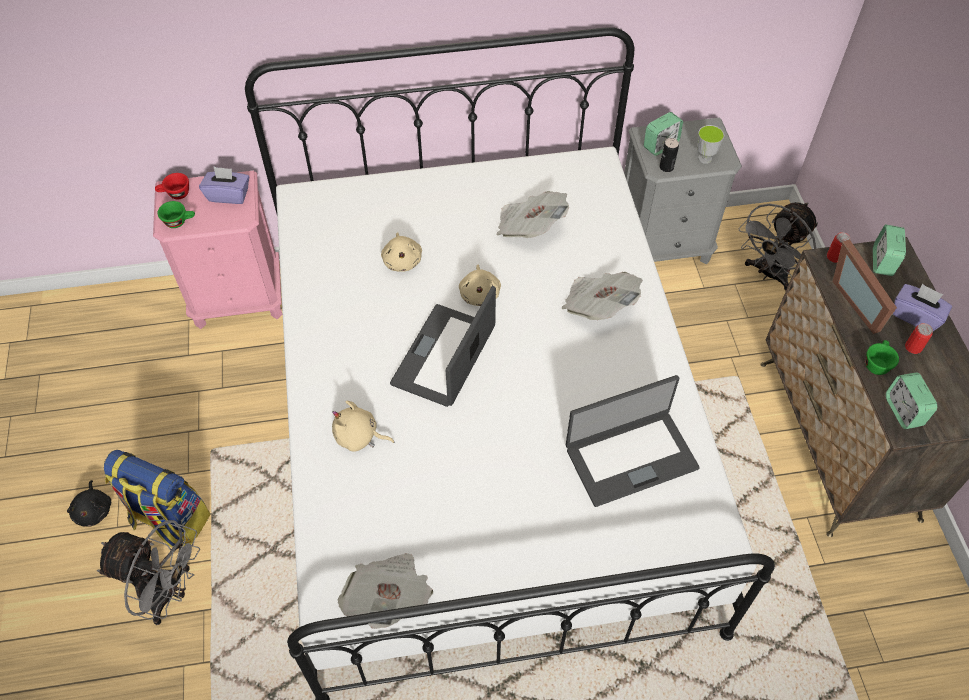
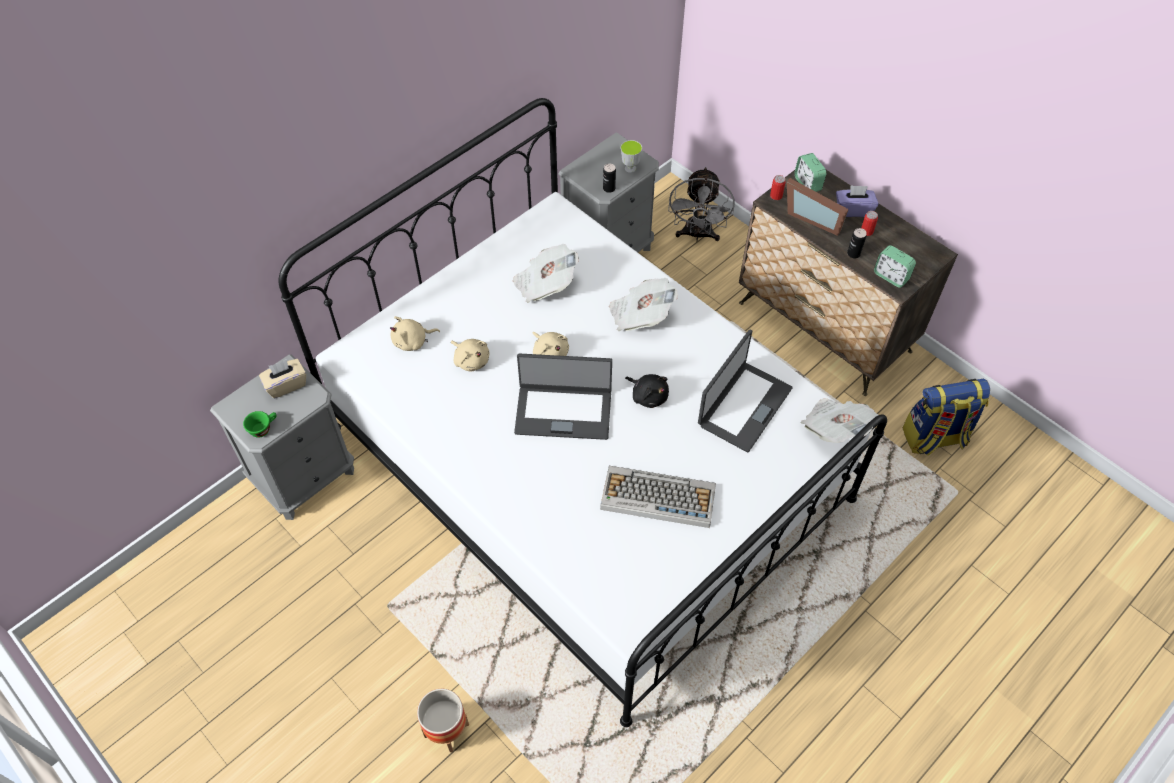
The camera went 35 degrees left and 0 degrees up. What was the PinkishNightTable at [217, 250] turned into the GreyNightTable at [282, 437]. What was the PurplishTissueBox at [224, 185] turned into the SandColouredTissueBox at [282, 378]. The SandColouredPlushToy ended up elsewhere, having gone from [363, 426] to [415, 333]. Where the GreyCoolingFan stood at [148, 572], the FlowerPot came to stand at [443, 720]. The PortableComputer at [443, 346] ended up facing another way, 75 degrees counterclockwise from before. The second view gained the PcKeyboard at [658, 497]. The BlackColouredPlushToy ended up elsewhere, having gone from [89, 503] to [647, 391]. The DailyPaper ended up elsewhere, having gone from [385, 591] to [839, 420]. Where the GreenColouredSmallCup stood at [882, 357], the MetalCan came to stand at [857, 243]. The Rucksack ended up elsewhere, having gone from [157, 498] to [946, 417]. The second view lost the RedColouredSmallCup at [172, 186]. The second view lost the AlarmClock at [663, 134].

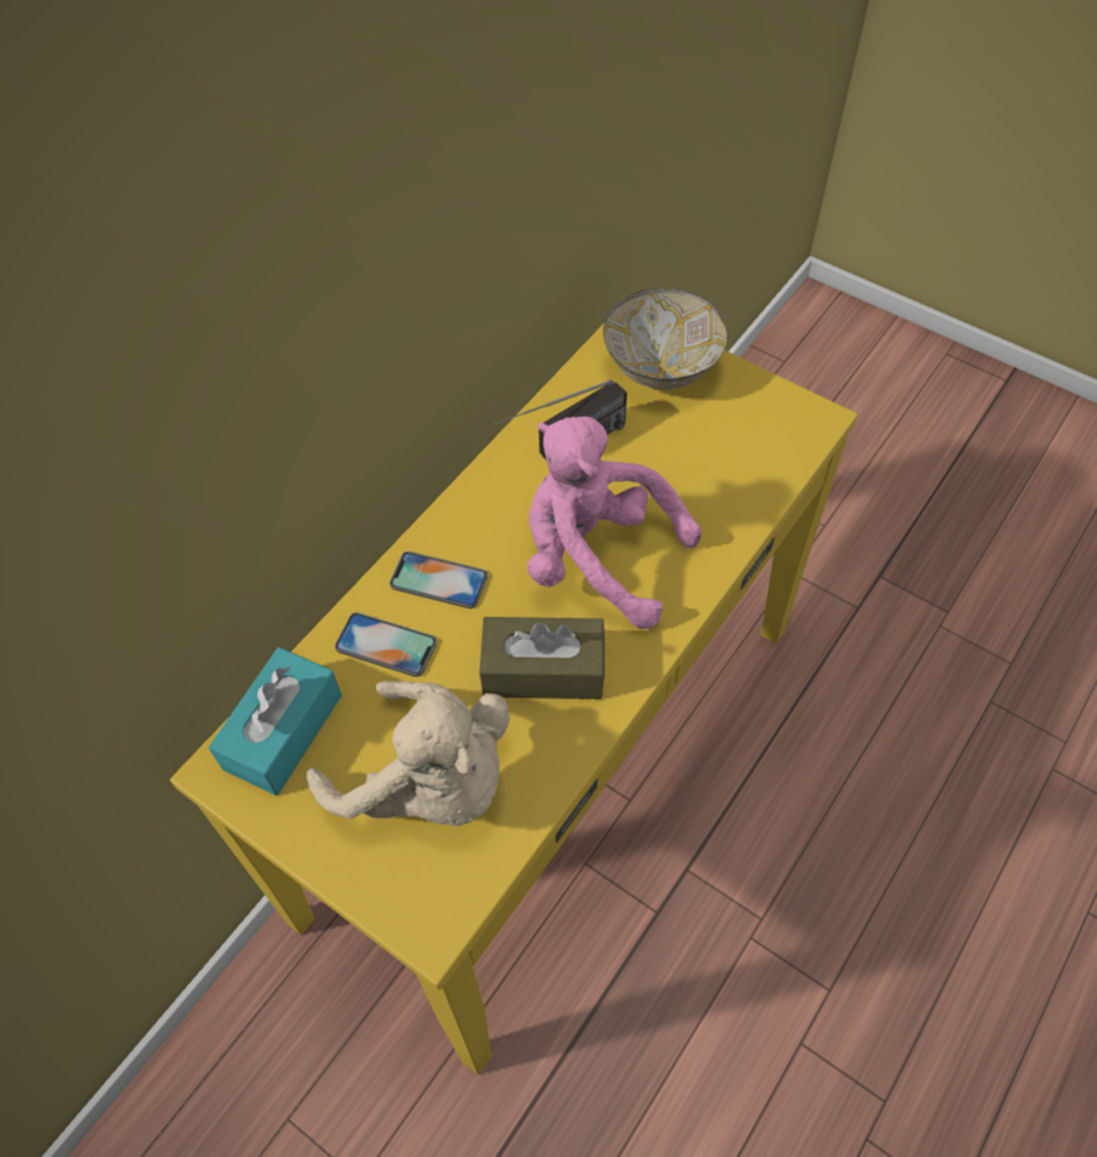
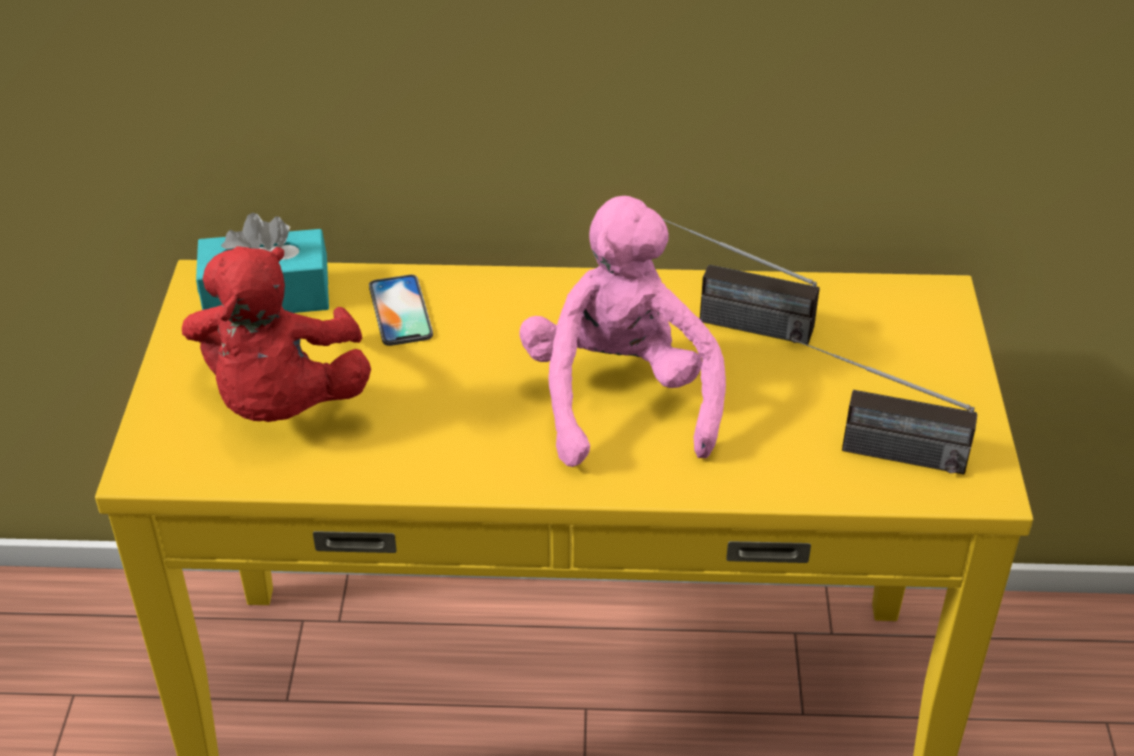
The camera went 55 degrees right and 15 degrees down. What was the SandColouredPlushToy at [408, 753] turned into the RedColouredPlushToy at [276, 334]. The second view gained the RadioSet at [884, 406]. The second view lost the Phone at [439, 580]. The second view lost the BrownColouredTissueBox at [542, 658]. The second view lost the DeepDish at [665, 339].

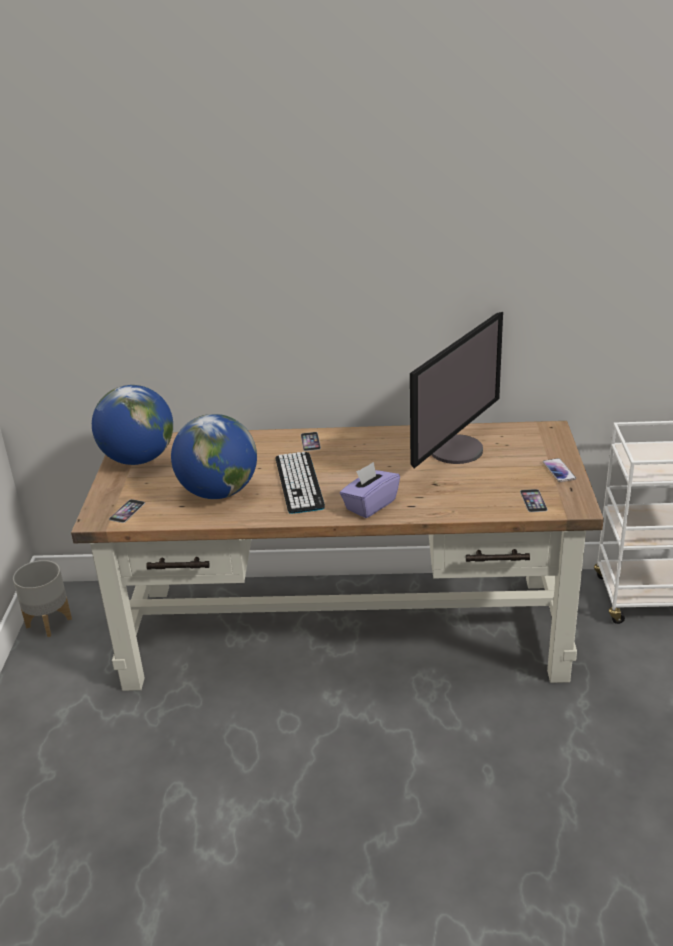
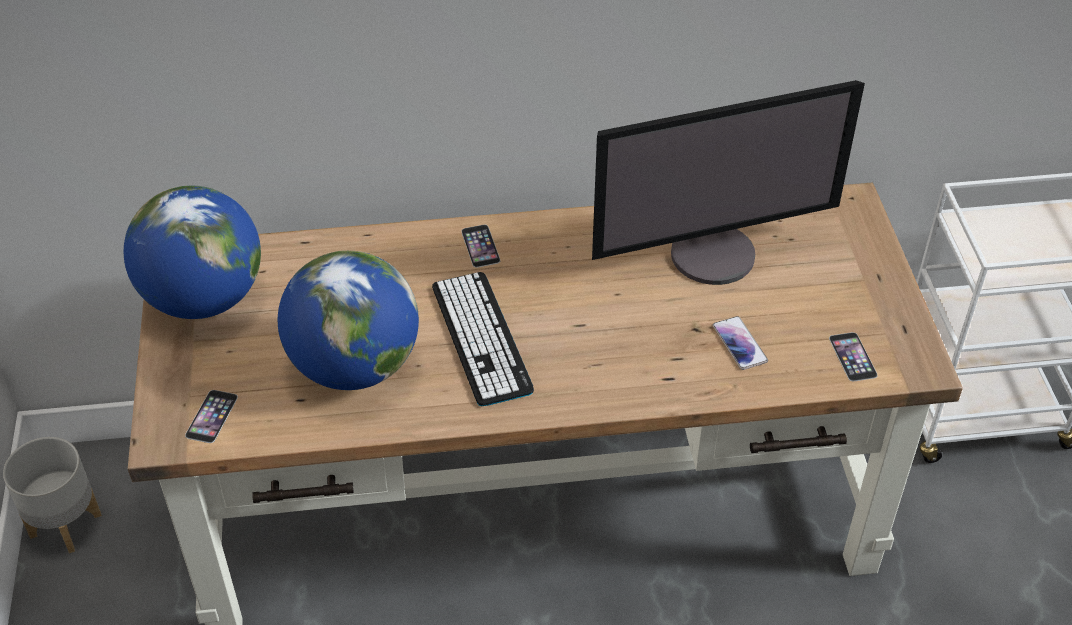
The camera went 10 degrees left and 15 degrees up. The ComputerScreen at [456, 390] ended up facing another way, 45 degrees clockwise from before. The Phone ended up elsewhere, having gone from [559, 470] to [740, 343]. The second view lost the PurplishTissueBox at [370, 490].

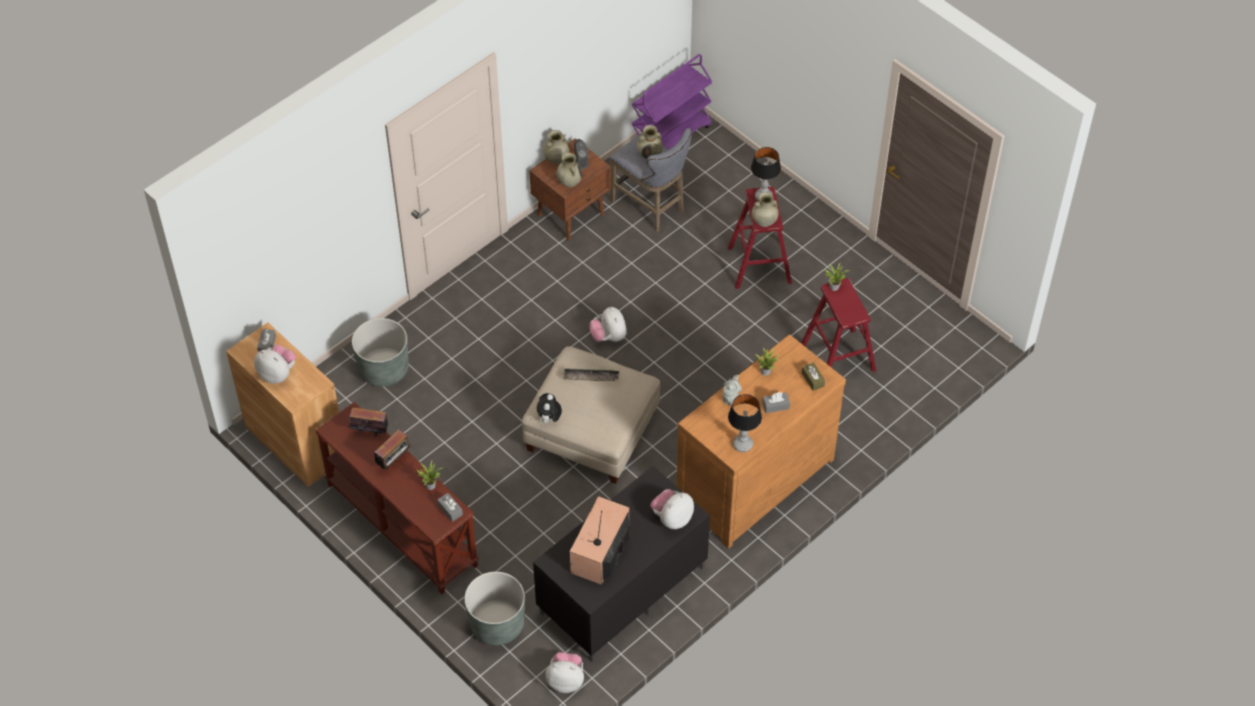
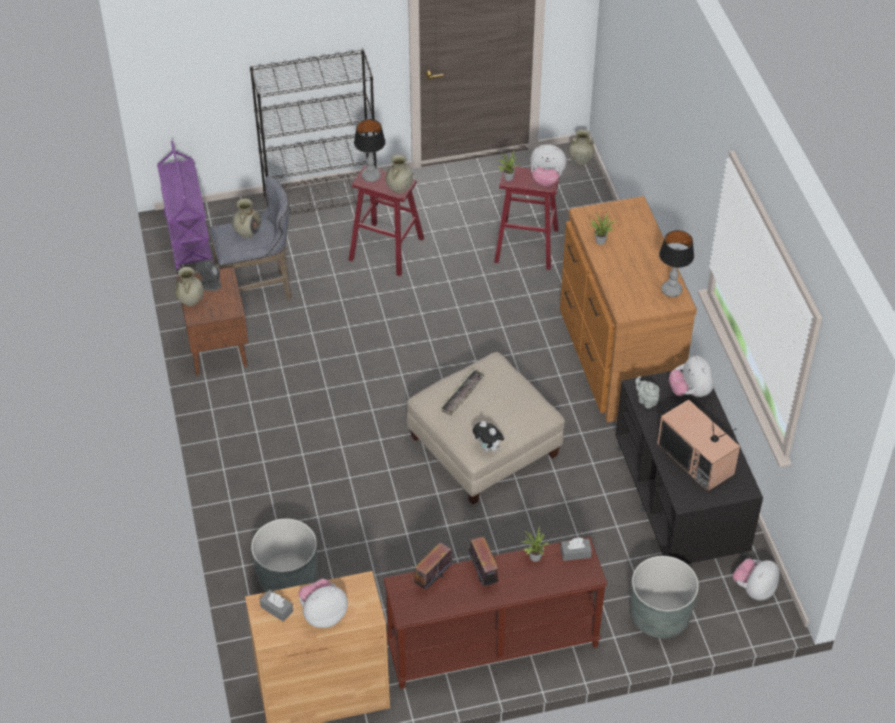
The camera went 60 degrees left and 5 degrees down. The second view gained the BlackColouredBookshelf at [314, 132]. The PlushToy ended up elsewhere, having gone from [608, 324] to [548, 165]. The SandColouredDecorativeVase ended up elsewhere, having gone from [569, 170] to [582, 147]. The GreyTeaPot ended up elsewhere, having gone from [732, 390] to [647, 392]. The second view lost the GreyTissueBox at [776, 402]. The second view lost the BrownColouredTissueBox at [813, 377].

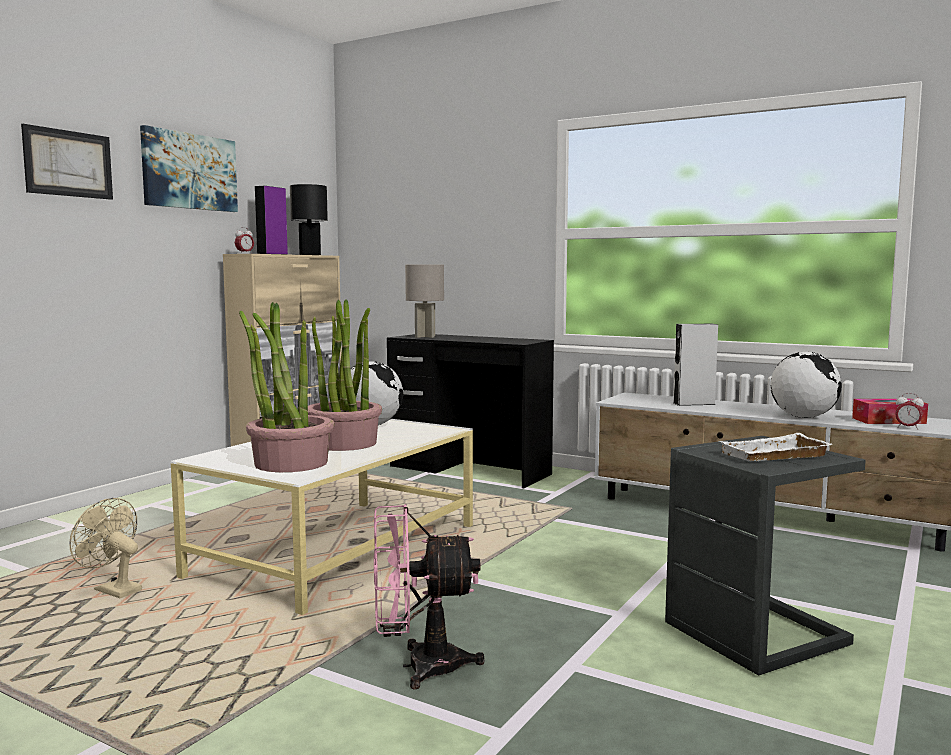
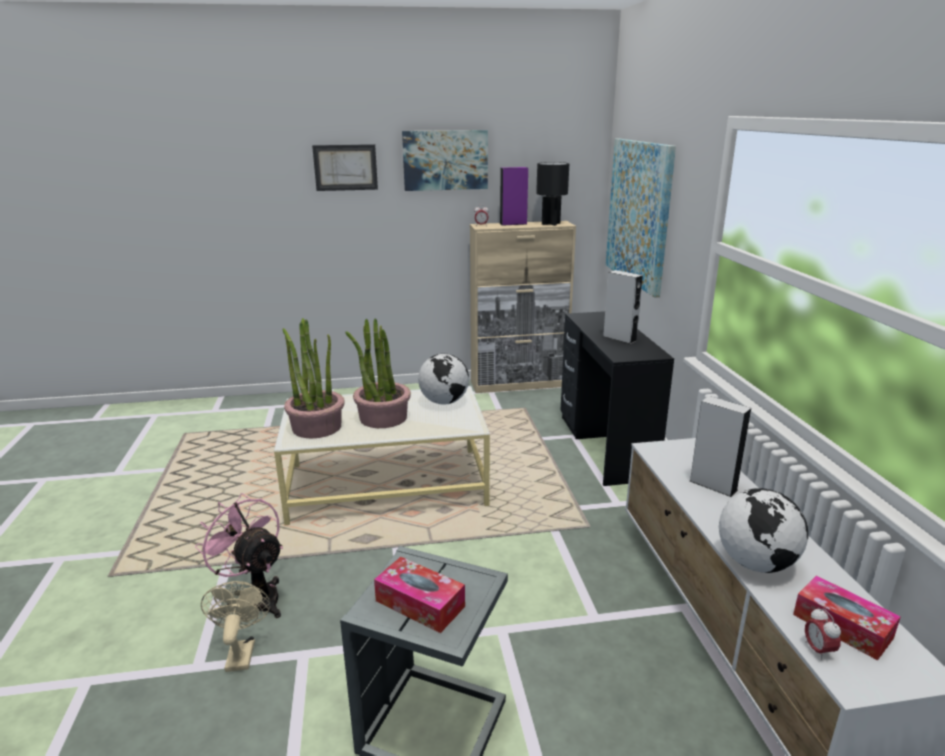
The camera went 50 degrees right and 15 degrees up. The SandColouredCoolingFan ended up elsewhere, having gone from [105, 548] to [235, 626]. Where the WhitishServingTray stood at [775, 447], the TissueBox came to stand at [419, 595]. The second view gained the GreyAudioSpeaker at [623, 307]. The second view gained the Picture at [641, 218]. The second view lost the GreyLampForATable at [424, 301].

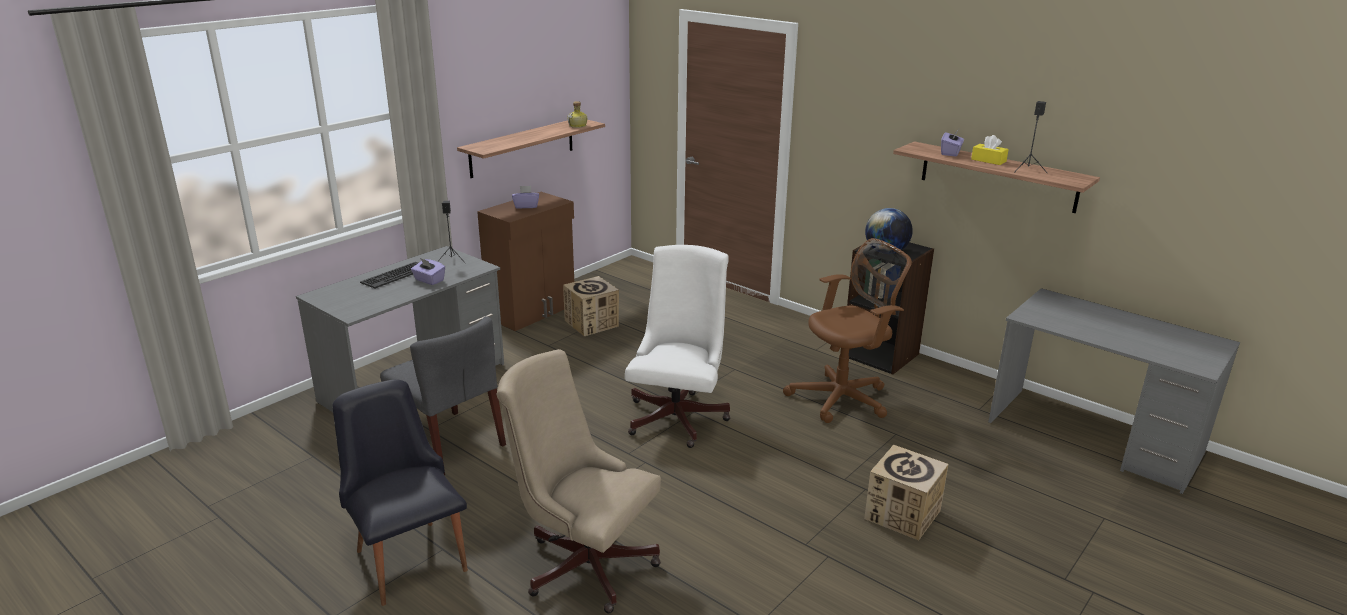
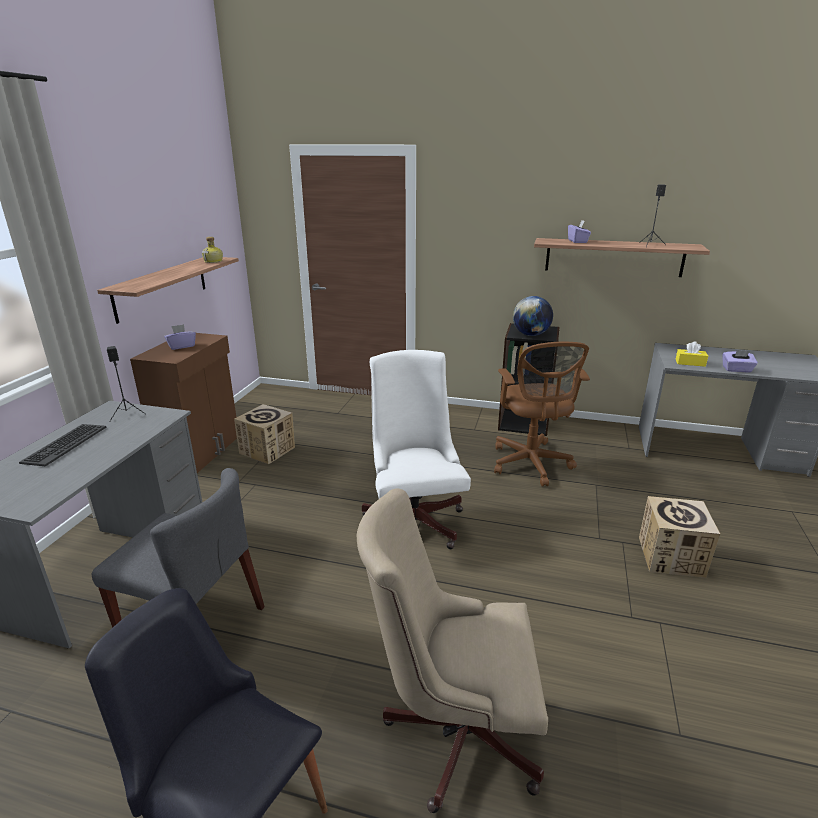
The camera went 25 degrees left and 0 degrees up. The BrownColouredDeskChair at [847, 330] ended up facing another way, 135 degrees clockwise from before. The YellowColouredTissueBox ended up elsewhere, having gone from [990, 150] to [691, 354]. The PurplishTissueBox ended up elsewhere, having gone from [428, 271] to [740, 361].

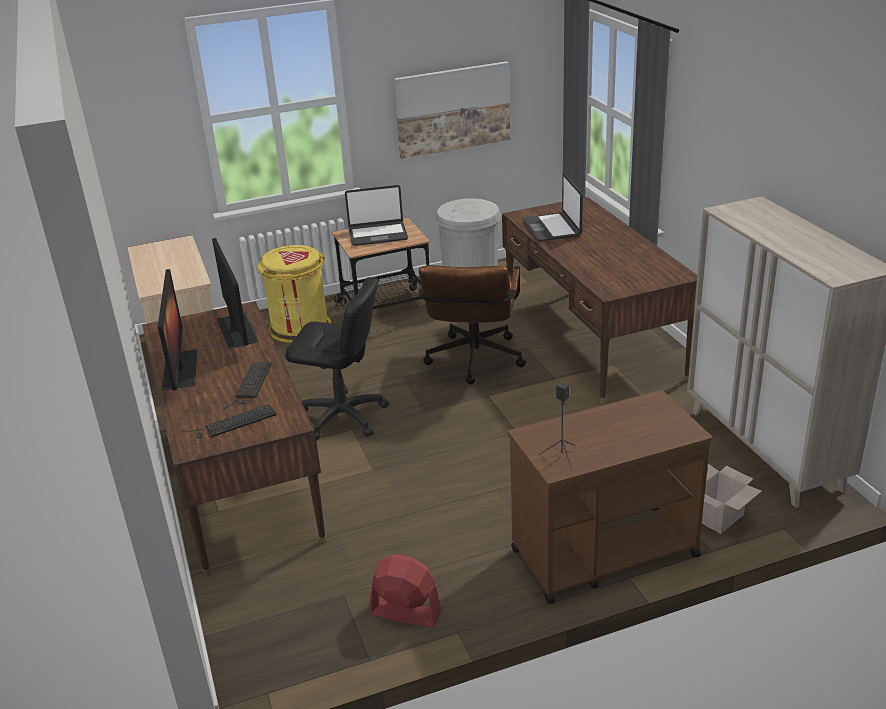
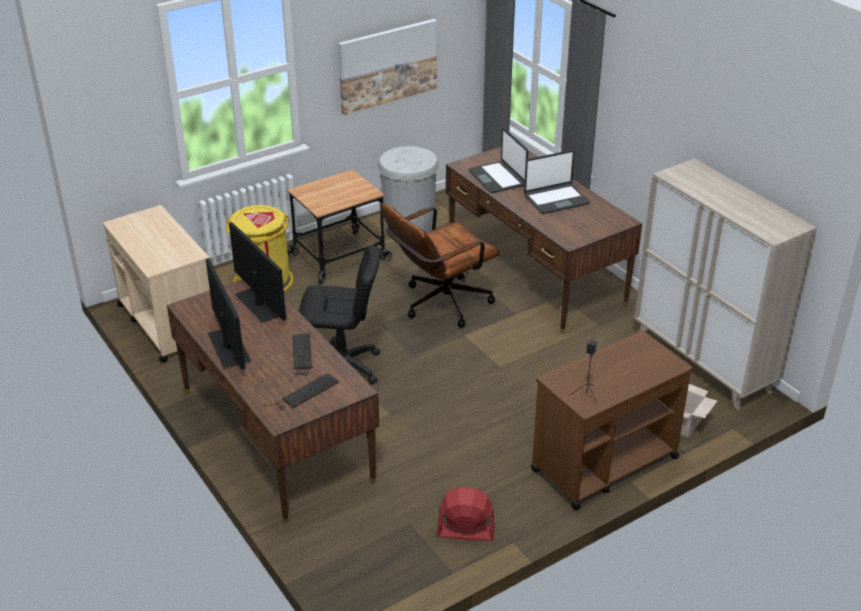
The camera went 15 degrees left and 5 degrees up. The BrownColouredDeskChair at [472, 324] ended up facing another way, 60 degrees clockwise from before. The PortableComputer ended up elsewhere, having gone from [376, 215] to [557, 182].

